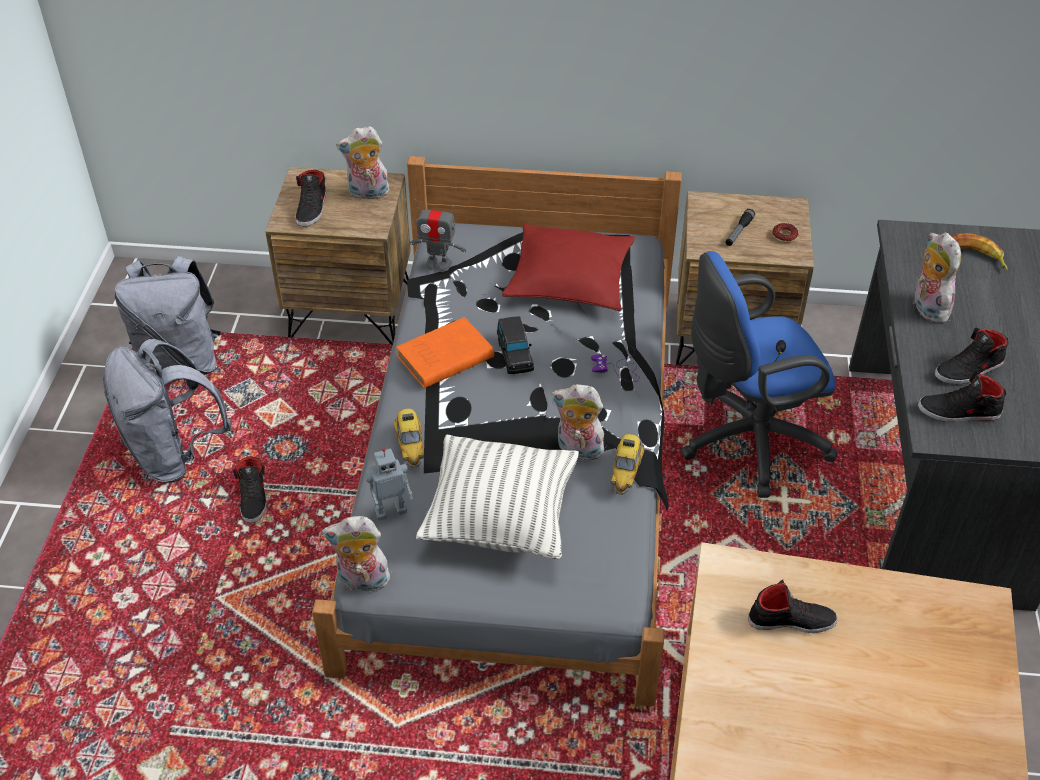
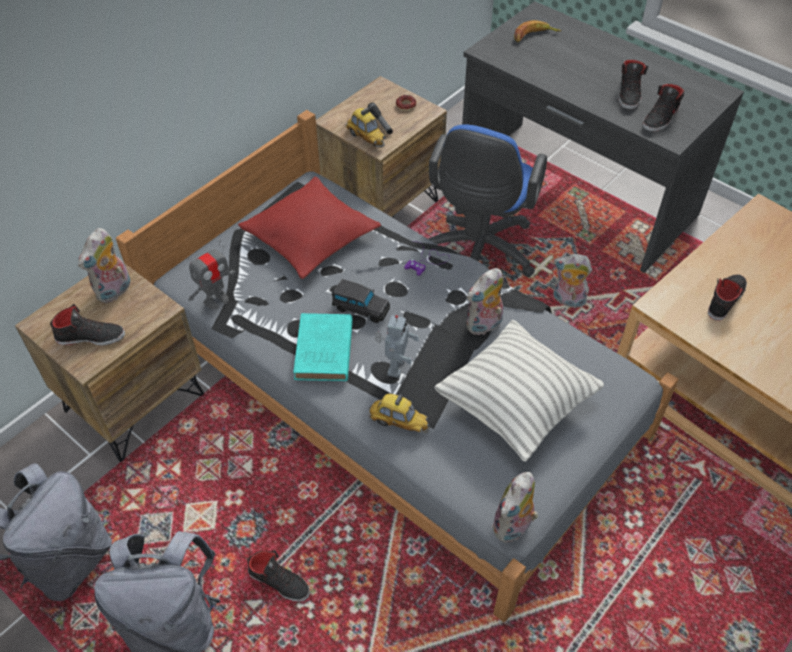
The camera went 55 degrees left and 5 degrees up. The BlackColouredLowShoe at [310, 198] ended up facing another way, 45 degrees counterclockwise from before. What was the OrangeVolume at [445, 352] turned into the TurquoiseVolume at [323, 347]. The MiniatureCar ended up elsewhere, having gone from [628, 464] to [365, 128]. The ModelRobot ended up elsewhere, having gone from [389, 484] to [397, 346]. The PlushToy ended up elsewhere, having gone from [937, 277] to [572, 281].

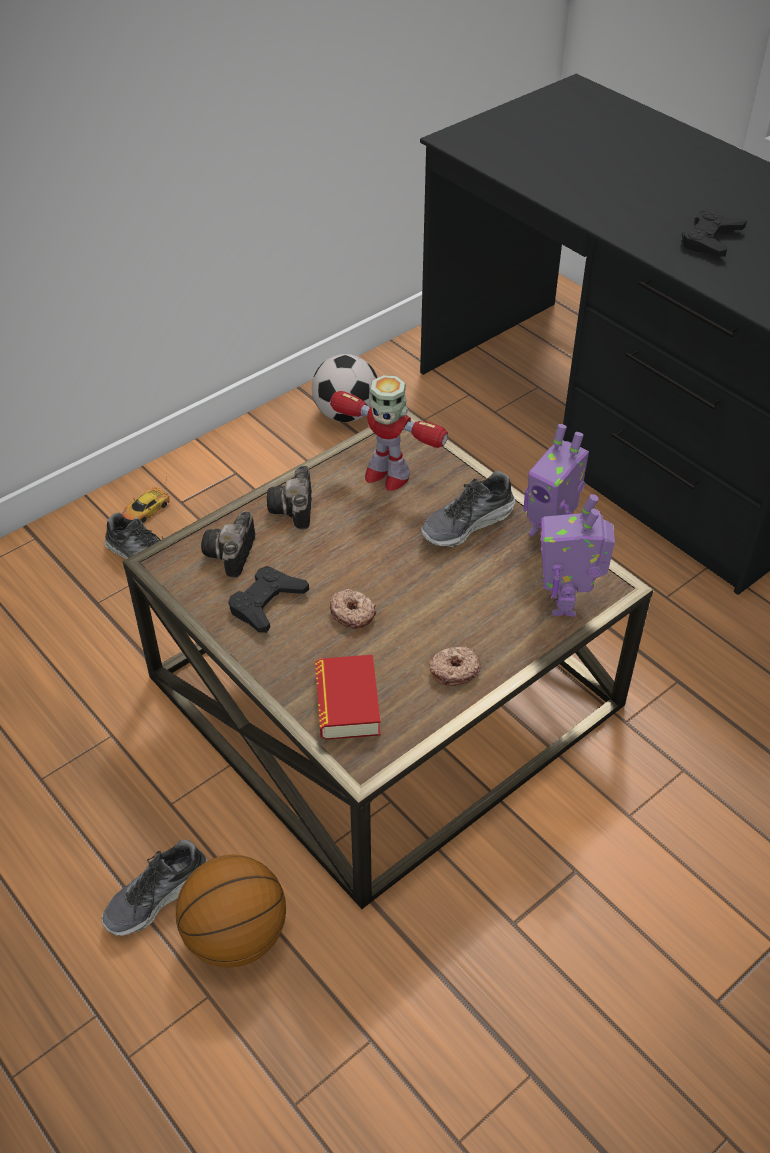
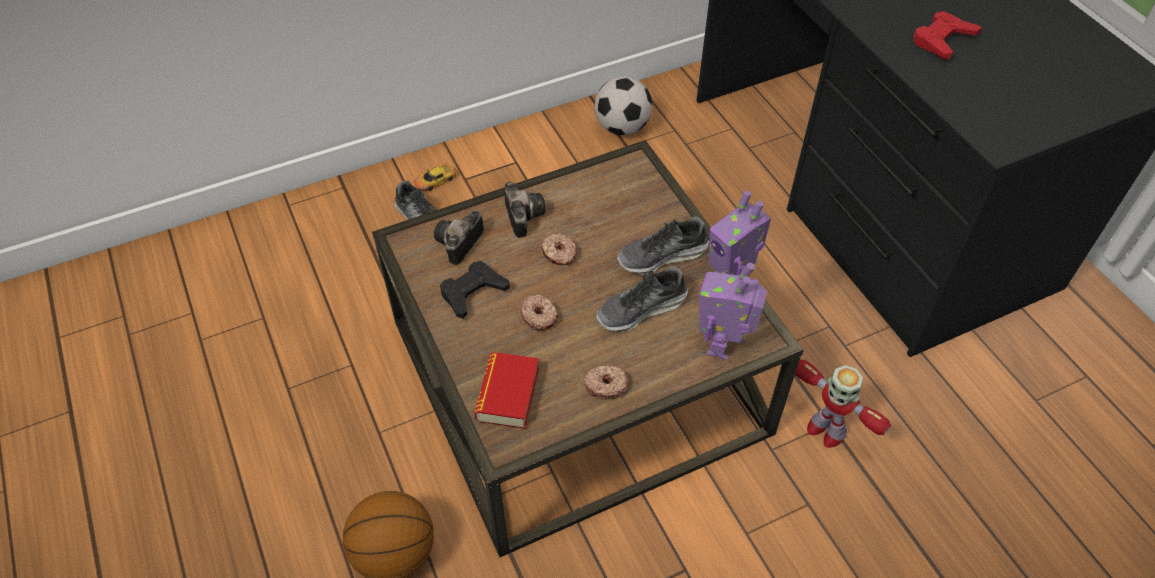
The camera went 15 degrees right and 5 degrees up. The PhotoCamera at [289, 497] ended up facing another way, 150 degrees clockwise from before. The second view gained the RingDoughnut at [559, 249]. The LowShoe ended up elsewhere, having gone from [154, 888] to [642, 299]. The ModelRobot ended up elsewhere, having gone from [389, 433] to [843, 403]. What was the BlackColouredGamepad at [714, 234] turned into the RedColouredGamepad at [948, 35].

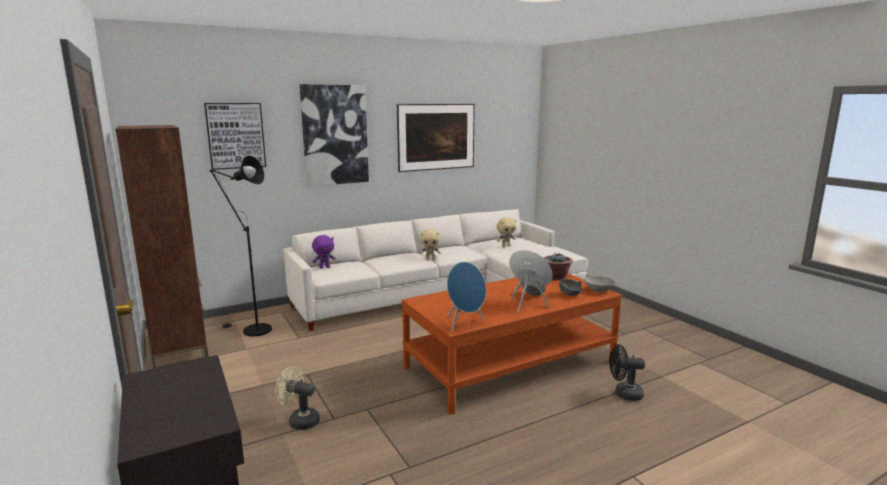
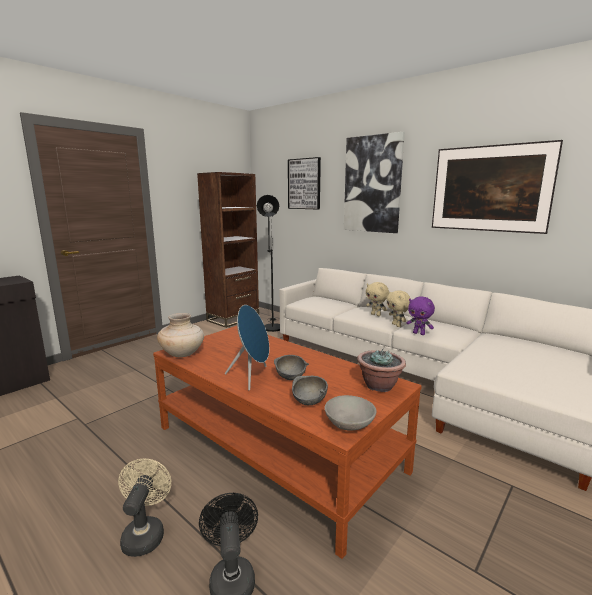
The camera went 70 degrees right and 0 degrees up. The SandColouredCoolingFan ended up elsewhere, having gone from [297, 398] to [144, 508]. Where the BlueAudioSpeaker stood at [466, 297], the SandColouredDecorativeVase came to stand at [180, 335]. The SandColouredPlushToy ended up elsewhere, having gone from [506, 232] to [377, 299]. The PurplishPlushToy ended up elsewhere, having gone from [324, 252] to [420, 315].

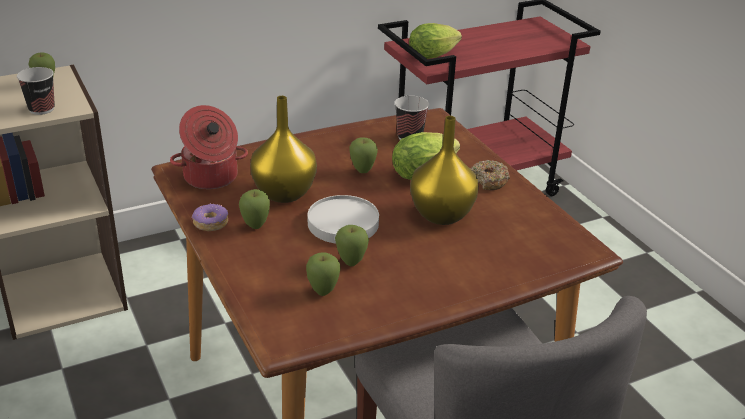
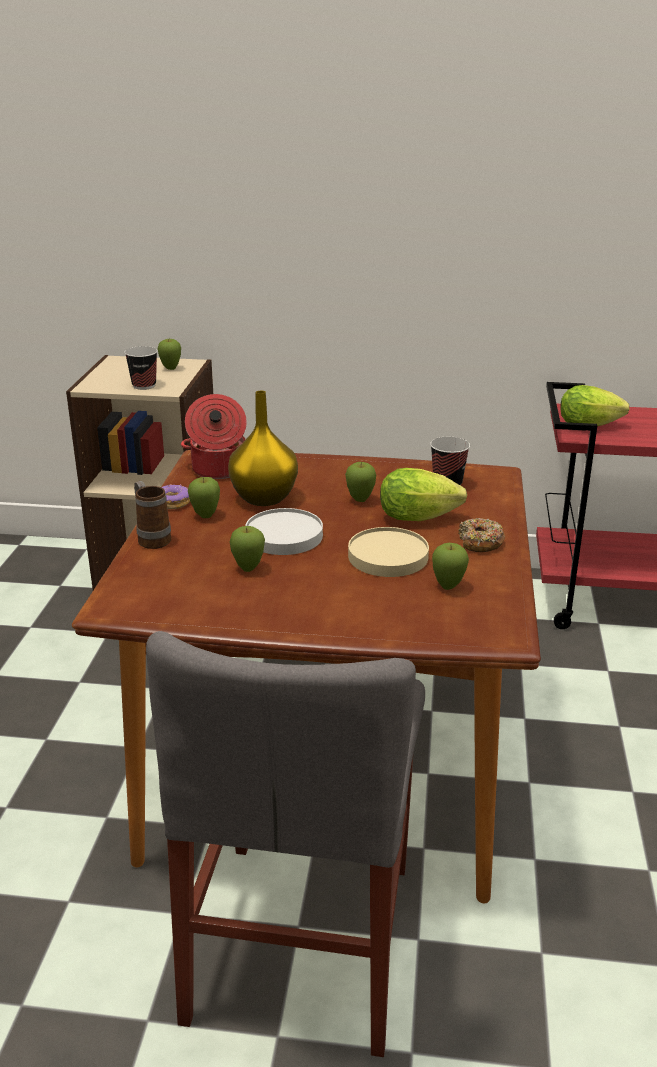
The camera went 35 degrees right and 5 degrees down. The second view gained the TeaMug at [152, 515]. Where the YellowColouredDecorativeVase stood at [444, 170], the SandColouredFlatDish came to stand at [388, 552]. The WholeApple ended up elsewhere, having gone from [323, 274] to [450, 566].

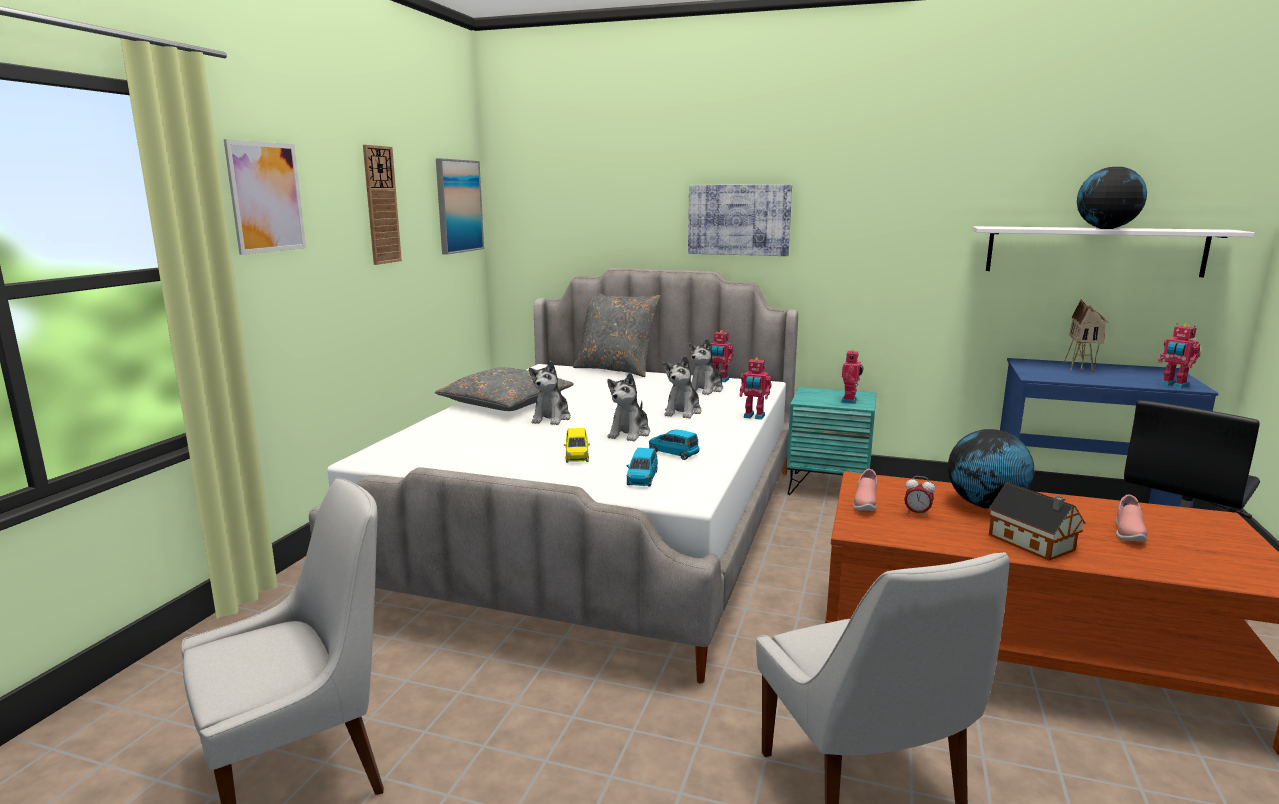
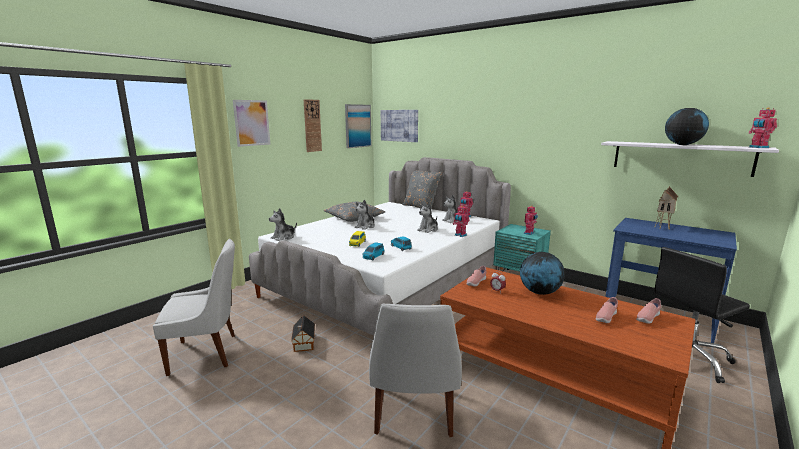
The camera went 20 degrees right and 0 degrees up. The PlushToy ended up elsewhere, having gone from [628, 407] to [283, 224]. The MiniatureHouse ended up elsewhere, having gone from [1037, 521] to [303, 334]. The Picture ended up elsewhere, having gone from [740, 220] to [399, 126]. The second view gained the PinkishLowShoe at [648, 311]. The ModelRobot ended up elsewhere, having gone from [1179, 356] to [762, 128].

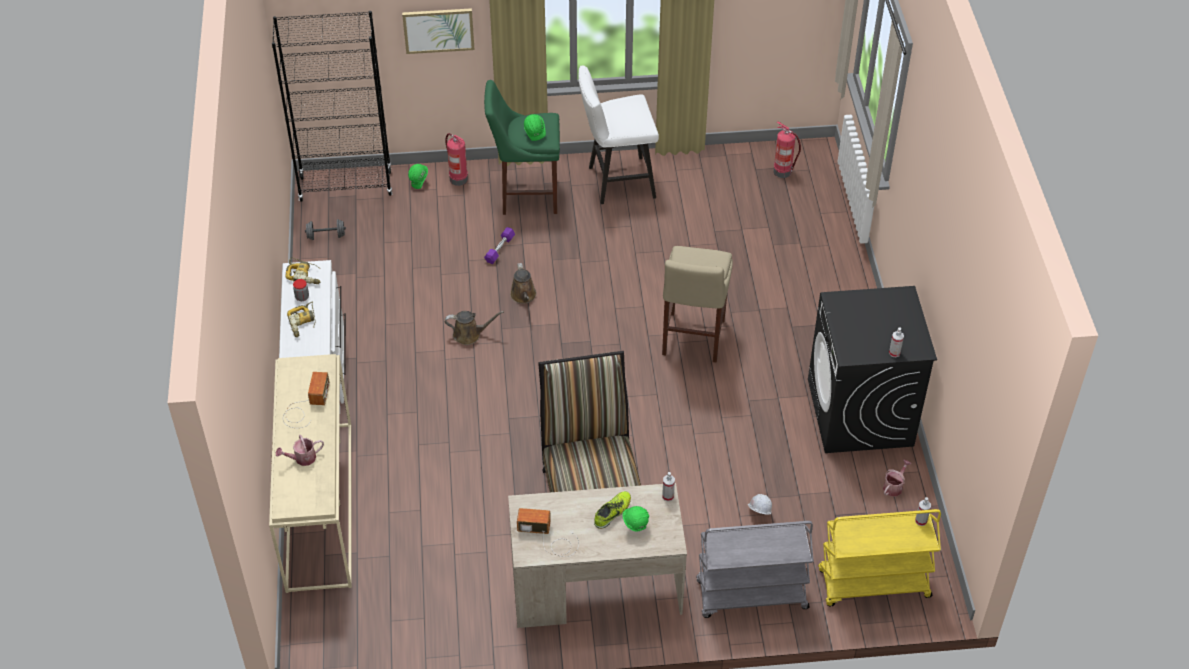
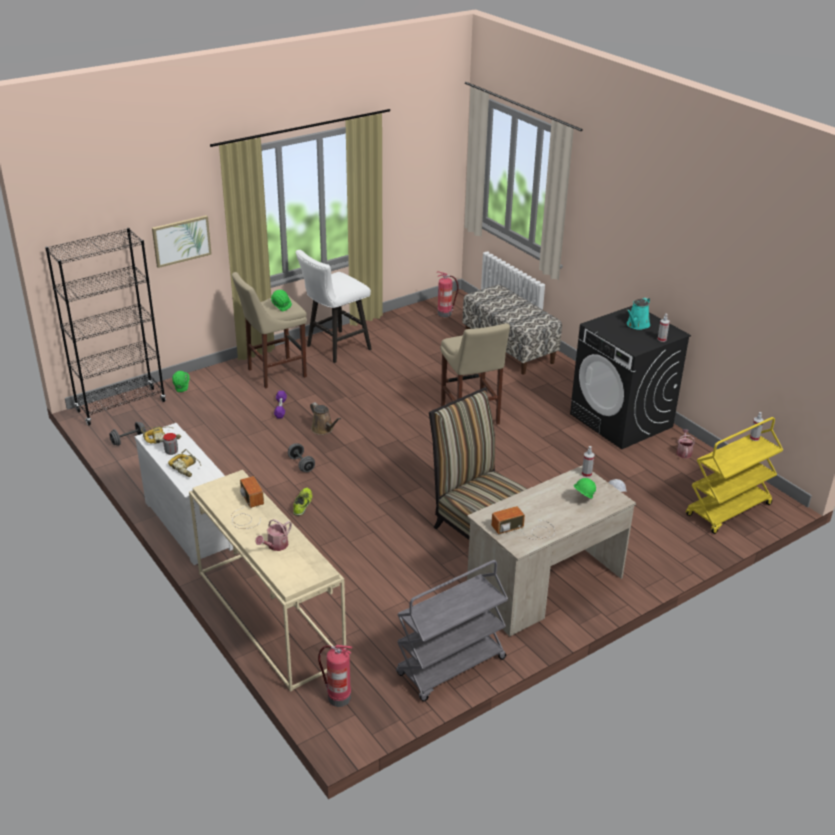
The camera went 30 degrees left and 15 degrees down. What was the GreenColouredStool at [522, 147] turned into the SandColouredStool at [269, 330]. Where the BrownColouredWateringPot stood at [474, 328], the GreyFreeWeight came to stand at [301, 457]. The LowShoe ended up elsewhere, having gone from [612, 510] to [302, 502]. The Extinguisher ended up elsewhere, having gone from [456, 159] to [335, 676]. The GreyCart ended up elsewhere, having gone from [755, 569] to [452, 631]. The second view gained the Bench at [512, 329]. The second view gained the TurquoiseWateringPot at [638, 313].

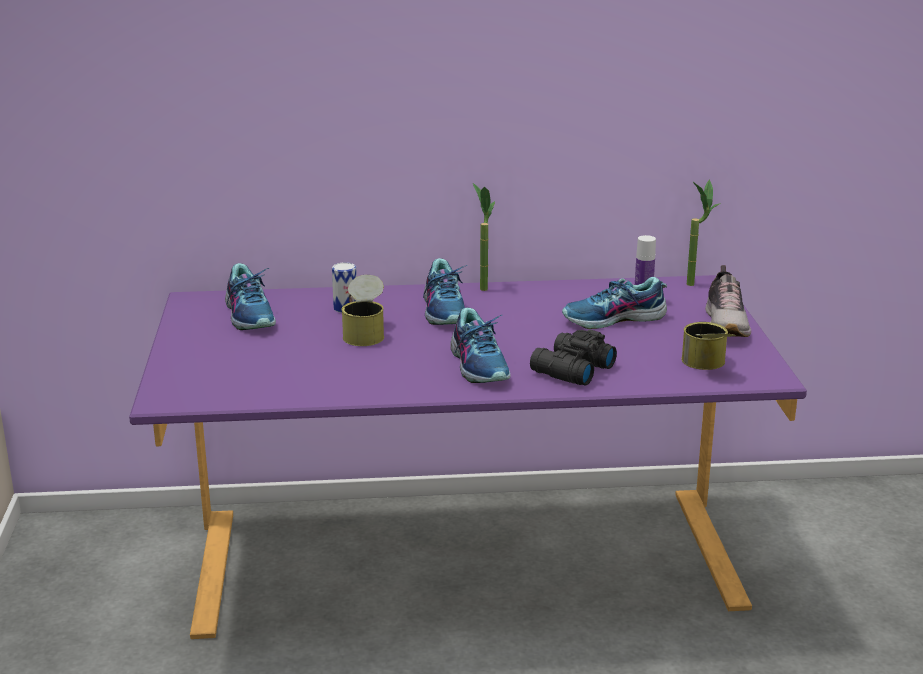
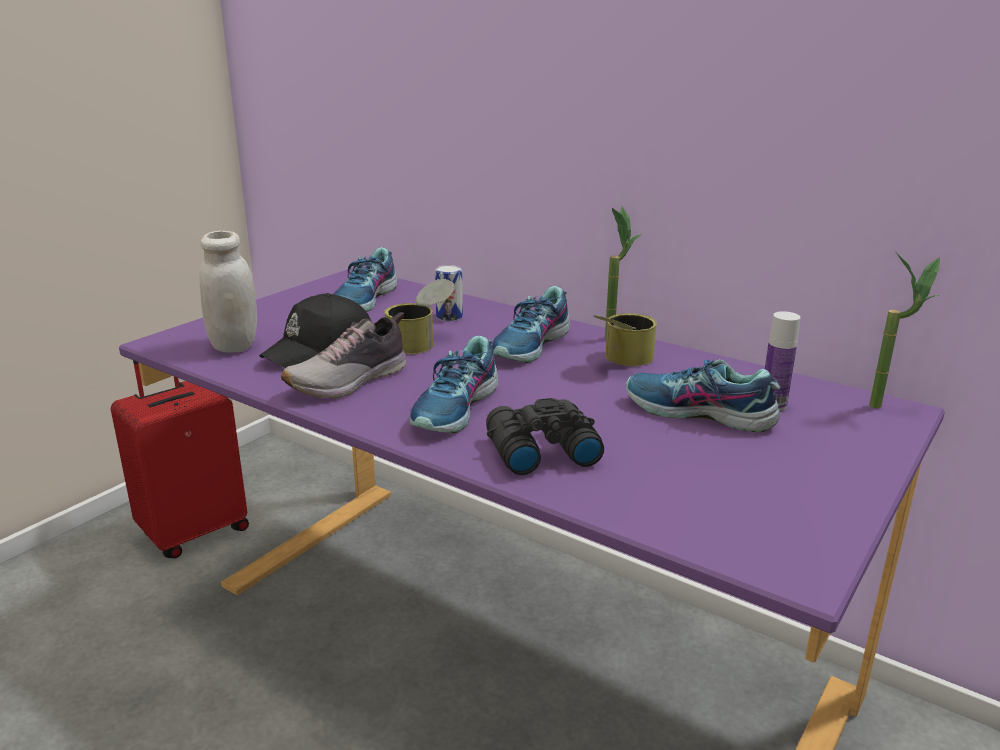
The camera went 40 degrees right and 0 degrees up. The second view gained the RedColouredPieceOfLuggage at [180, 459]. The second view gained the WhitishStorageJar at [228, 292]. The second view gained the BlackColouredPeakedCap at [315, 330]. The LowShoe ended up elsewhere, having gone from [728, 301] to [343, 355]. The MetalCan ended up elsewhere, having gone from [708, 346] to [625, 339].

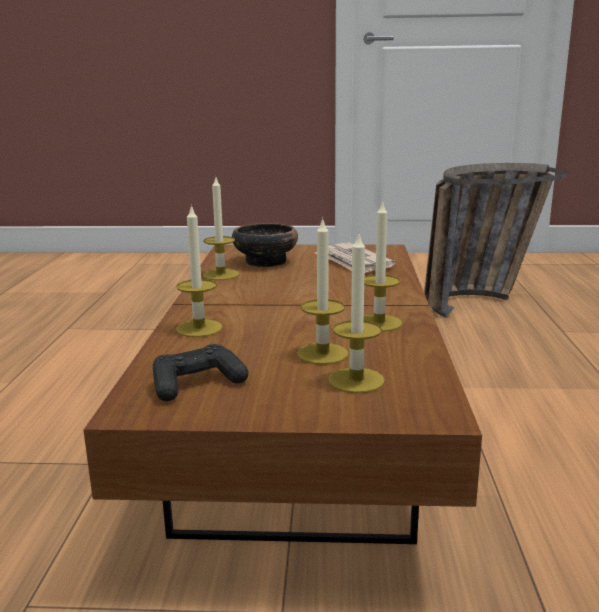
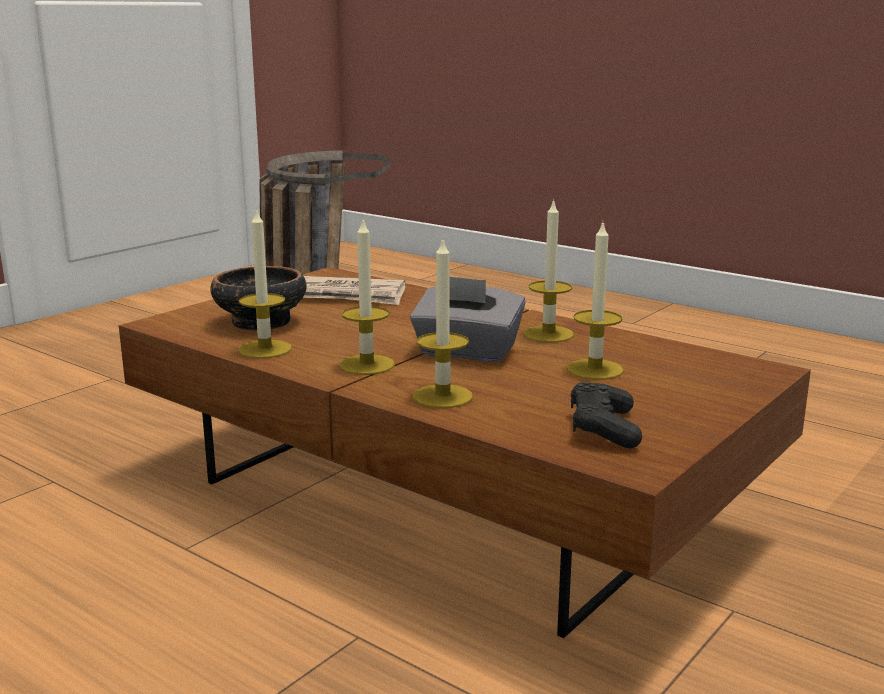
The camera went 55 degrees left and 0 degrees up. The WaxCandle ended up elsewhere, having gone from [356, 312] to [367, 297]. The second view gained the GreyTissueBox at [467, 319].

